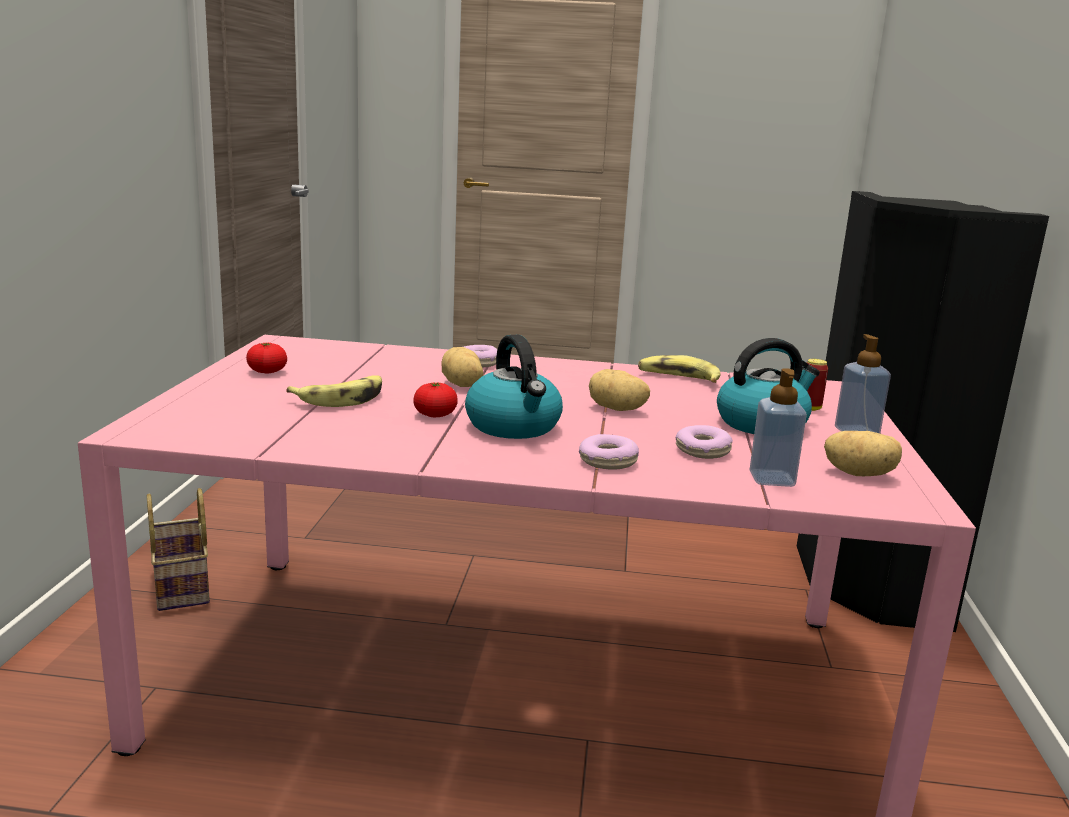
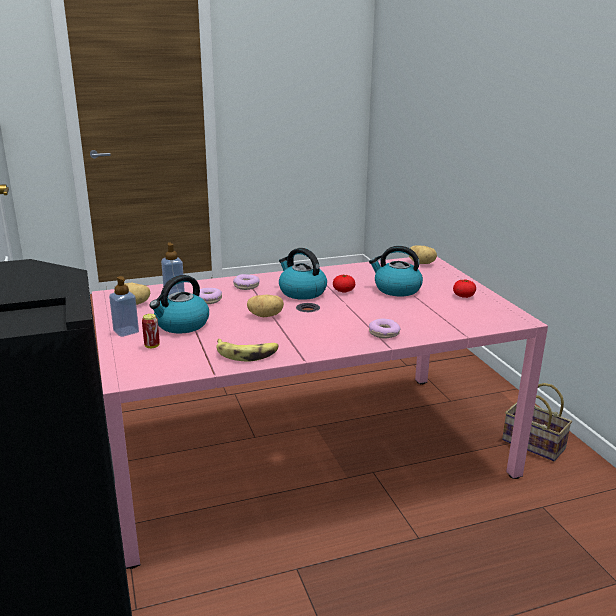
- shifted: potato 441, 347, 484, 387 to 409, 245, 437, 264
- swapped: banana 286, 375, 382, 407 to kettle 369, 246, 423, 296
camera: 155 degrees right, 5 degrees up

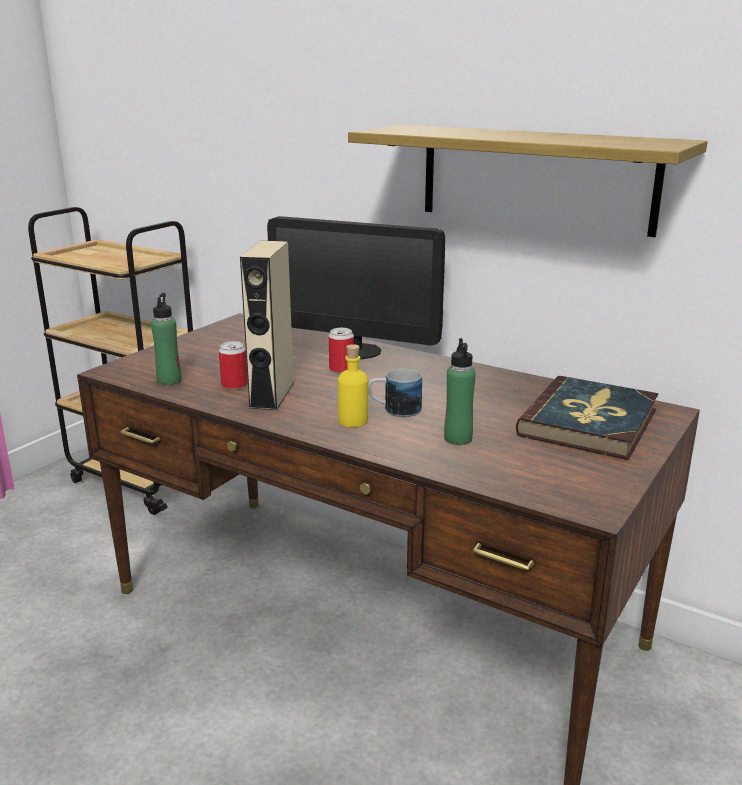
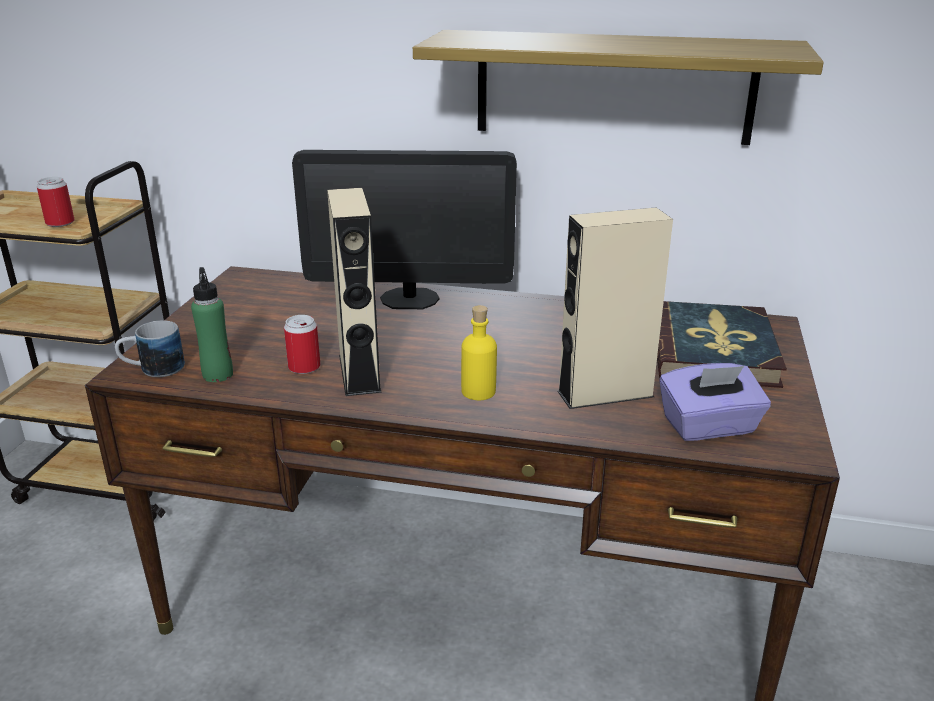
- shifted: can 329, 328, 354, 373 to 37, 177, 75, 227
- swapped: green bottle 444, 338, 476, 445 to beige speaker 557, 208, 673, 409
- shifted: mug 368, 369, 422, 417 to 115, 320, 185, 377
- new: purple tissue box 659, 363, 771, 441
camera: 20 degrees left, 5 degrees up

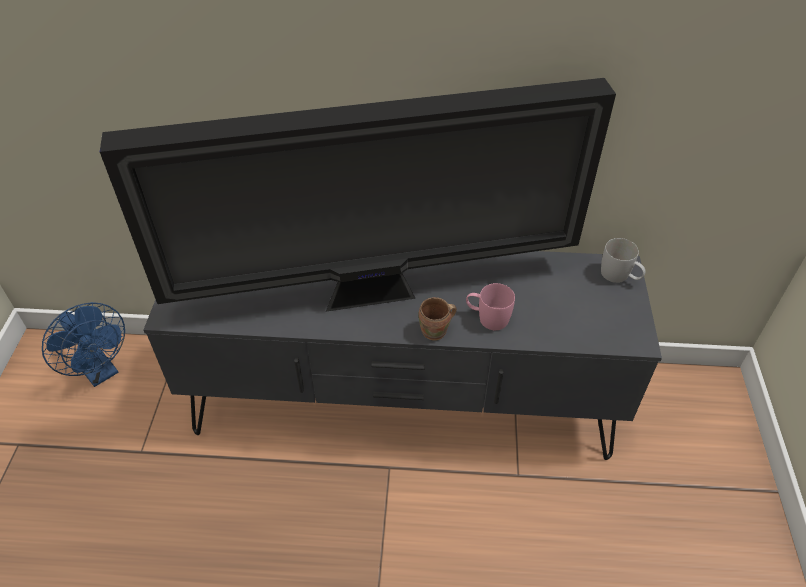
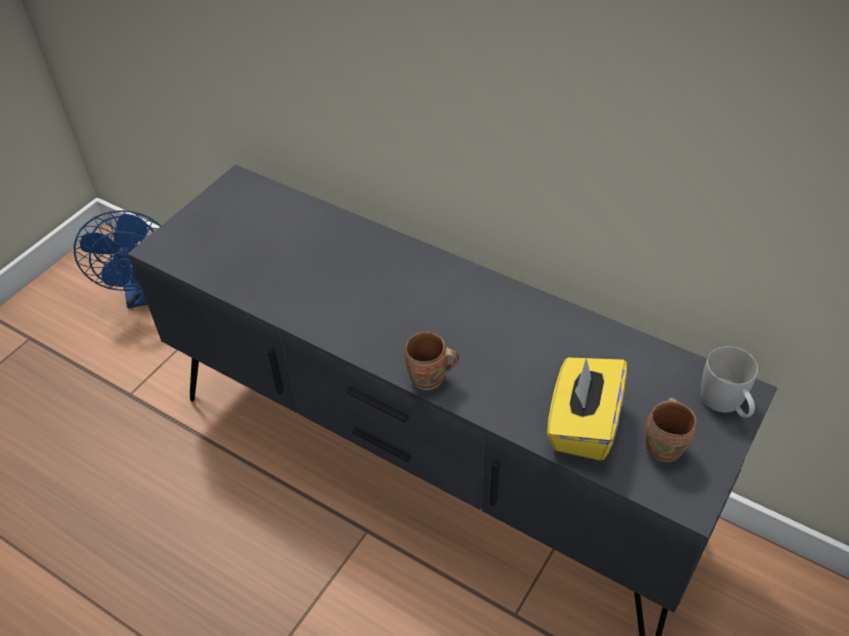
- gone: television 100, 78, 616, 311
- gone: pink mug 466, 283, 515, 330
- new: yellow tissue box 547, 358, 627, 461
- new: brown mug 645, 398, 697, 462
camera: 30 degrees right, 0 degrees up

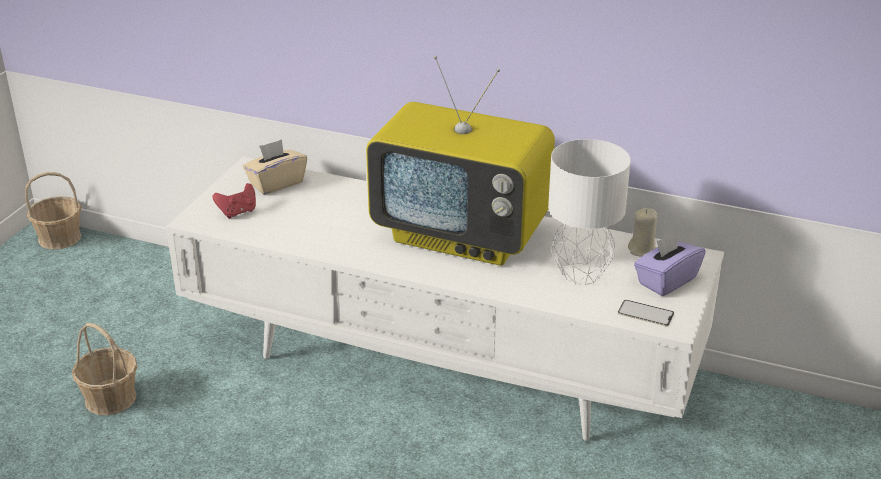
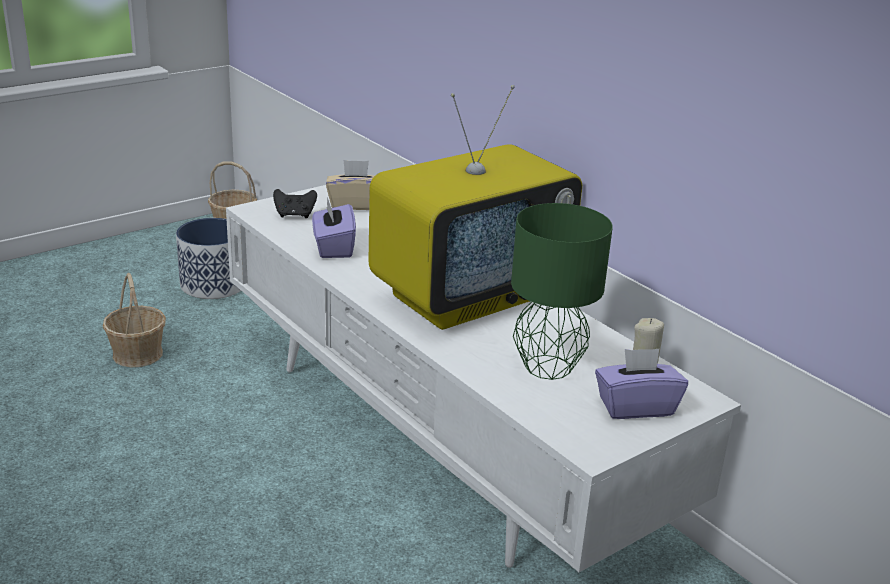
- rotated: television 366, 56, 555, 266 = 369, 85, 582, 330 90 degrees counterclockwise
- repainted: white table lamp 548, 139, 631, 285 to green table lamp 511, 203, 613, 380
- repainted: red game controller 213, 183, 256, 219 to black game controller 273, 189, 317, 218
- gone: phone 618, 300, 674, 326
- new: purple tissue box 312, 197, 356, 258
- new: planter 176, 218, 241, 299
camera: 30 degrees right, 5 degrees down

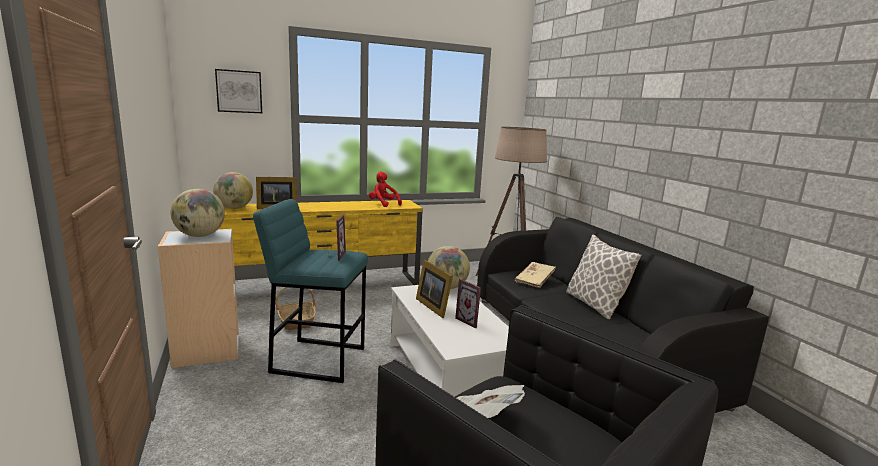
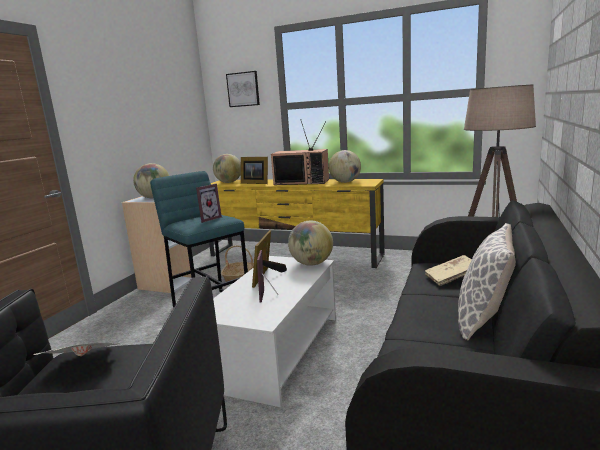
- swapped: red plush toy 369, 171, 402, 207 to globe 329, 150, 361, 183
- new: television 271, 119, 329, 185
camera: 45 degrees right, 0 degrees up

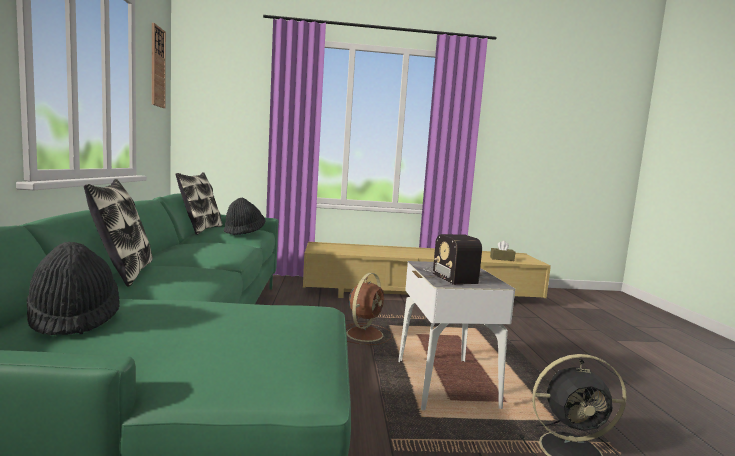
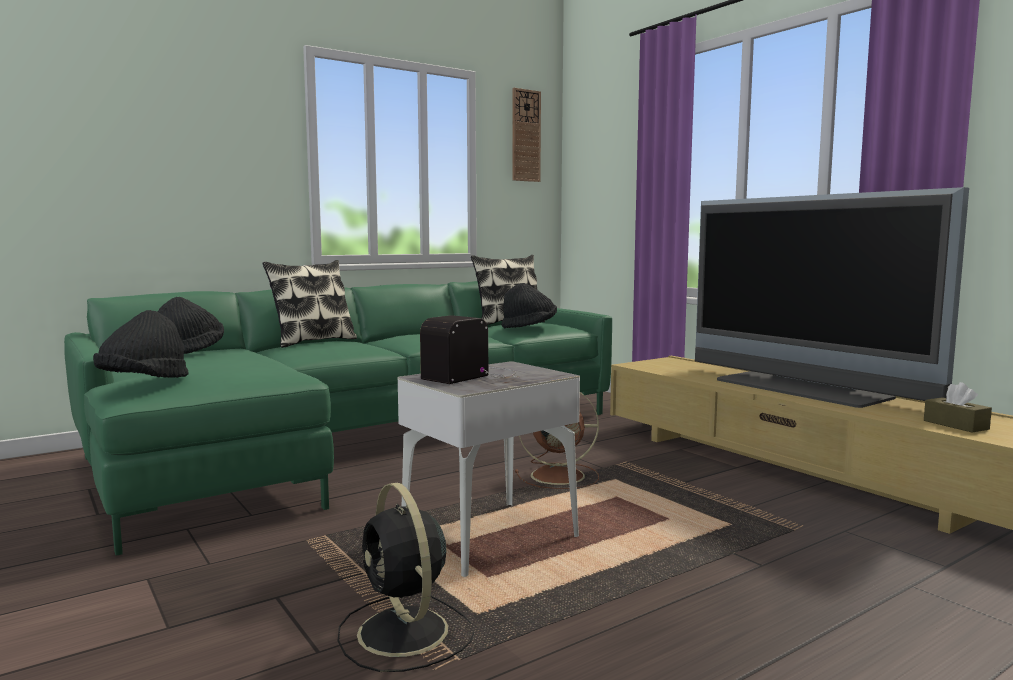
- new: television 695, 187, 969, 408
- new: black hat 93, 310, 189, 378
camera: 60 degrees right, 0 degrees up

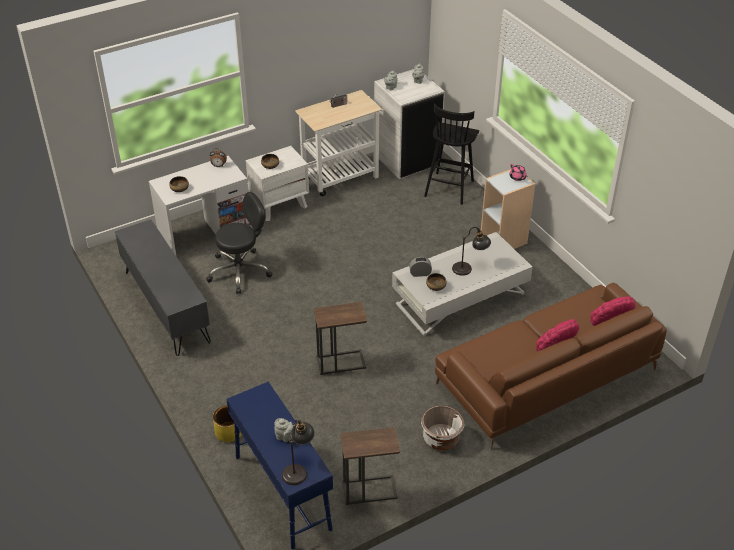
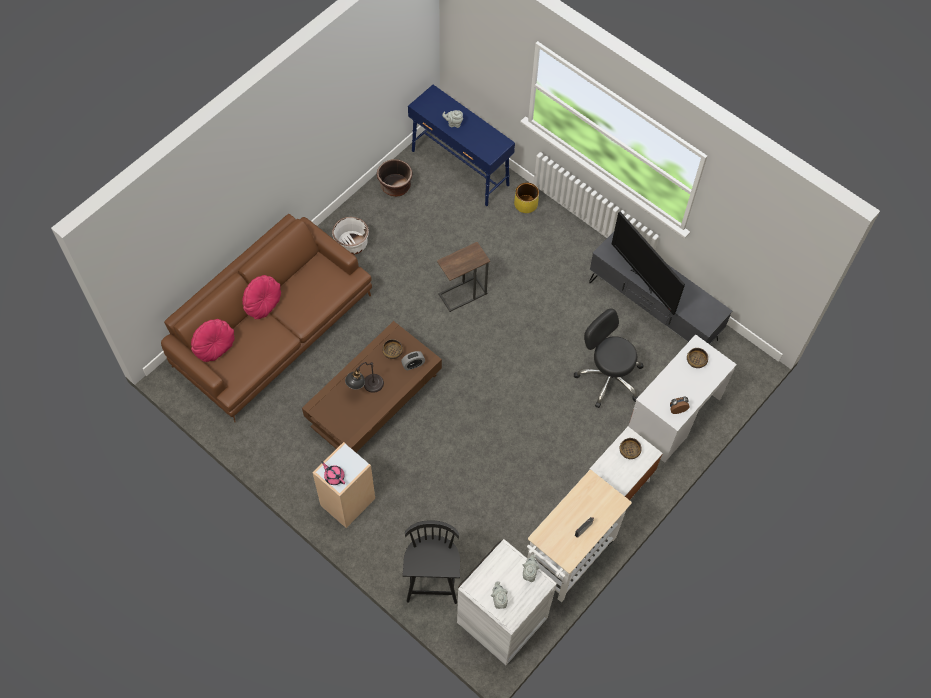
- rotated: black office chair 206, 192, 273, 294 = 574, 309, 644, 408 90 degrees clockwise
- repainted: white coffee table 392, 232, 533, 336 to brown coffee table 302, 321, 442, 452
- gone: grey table lamp 282, 420, 315, 485
- swapped: brown side table 340, 427, 400, 505 to brown planter 377, 159, 412, 197
- new: television 612, 212, 685, 315
camera: 160 degrees right, 20 degrees up

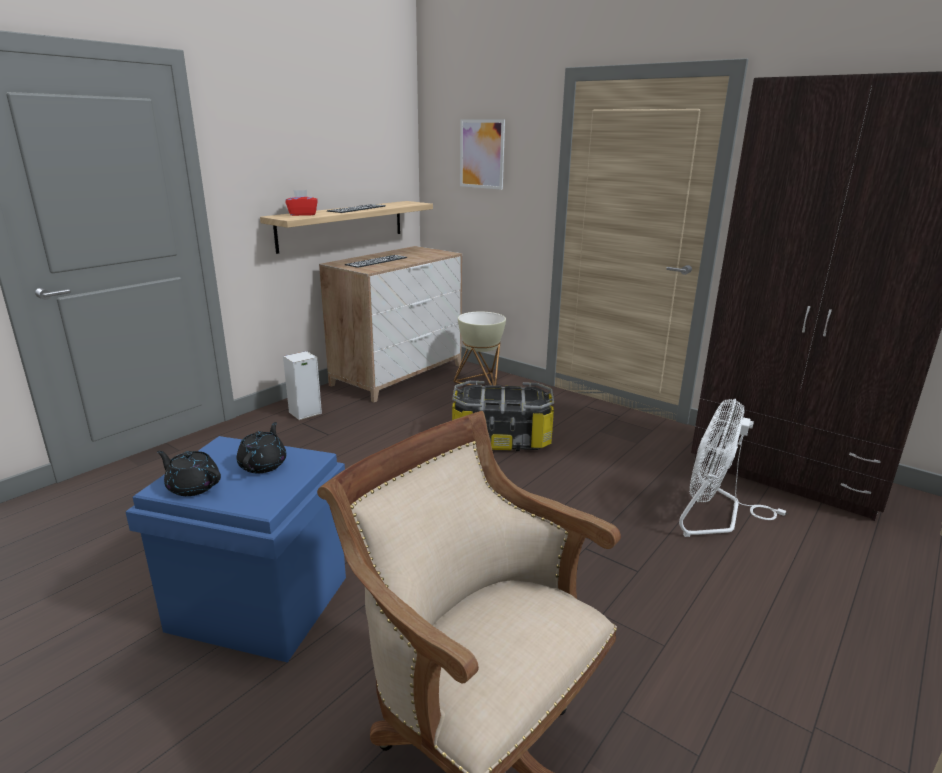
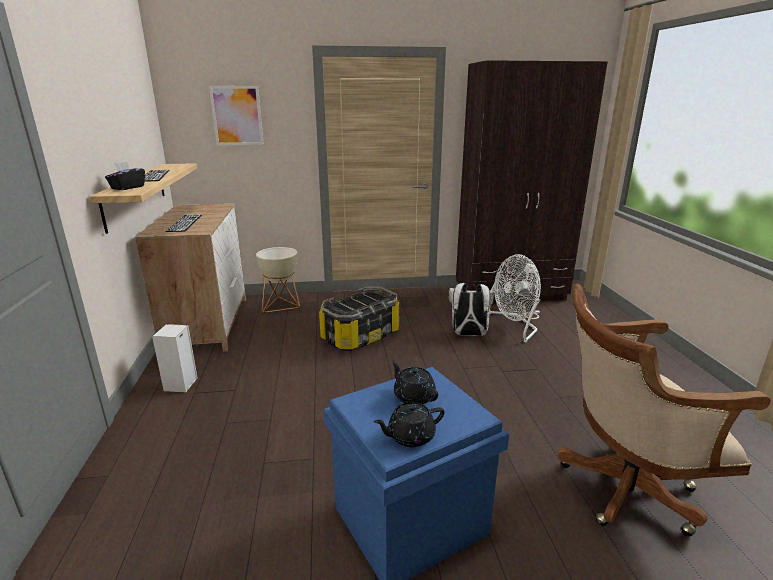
- repainted: red tissue box 285, 190, 318, 216 to black tissue box 105, 162, 145, 190
- new: white backpack 449, 283, 494, 336
camera: 45 degrees left, 0 degrees up

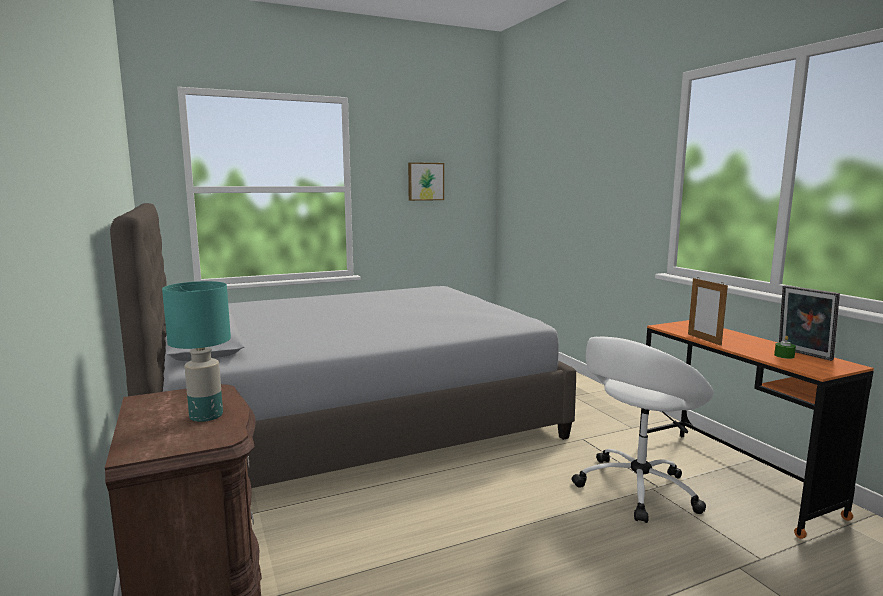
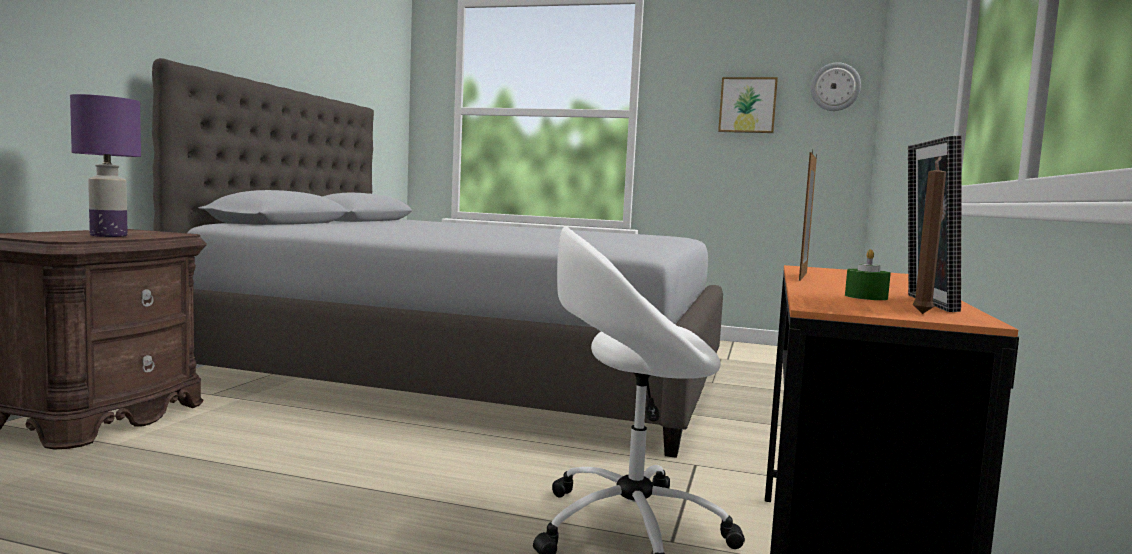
- repainted: turquoise table lamp 162, 281, 231, 422 to purple table lamp 70, 94, 141, 237
- new: wall clock 811, 62, 861, 111
- new: brown candle 913, 156, 946, 314
camera: 40 degrees right, 5 degrees down

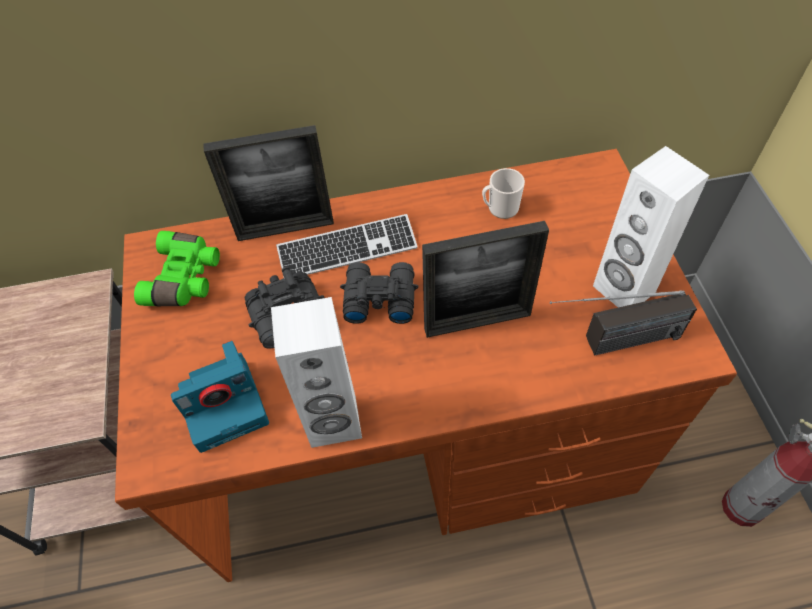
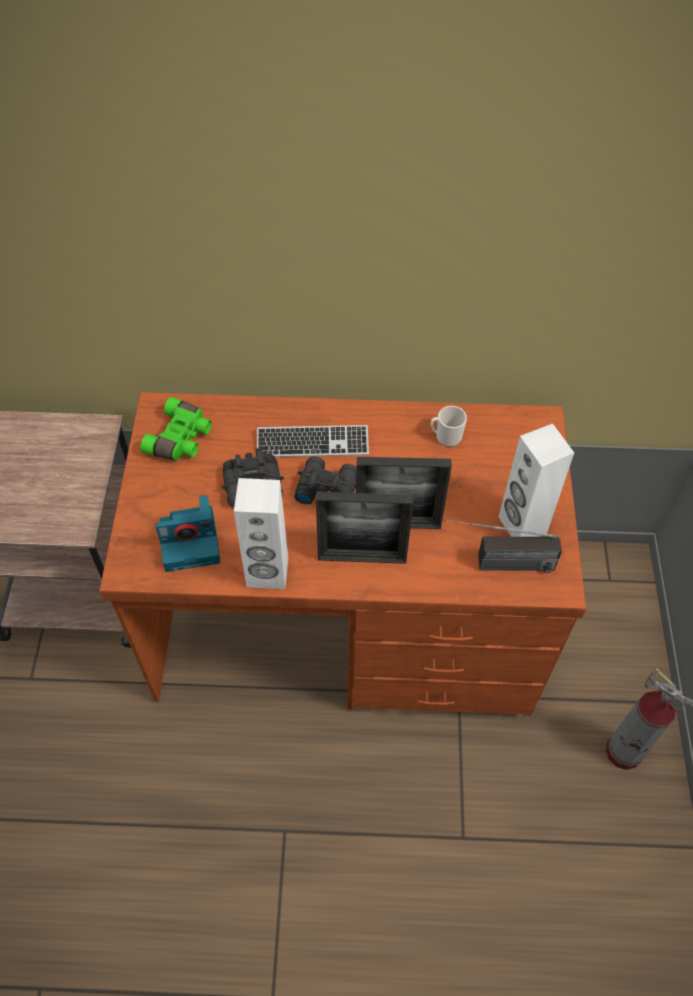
- shifted: picture frame 203, 125, 334, 241 to 316, 492, 413, 564
camera: 10 degrees right, 0 degrees up

